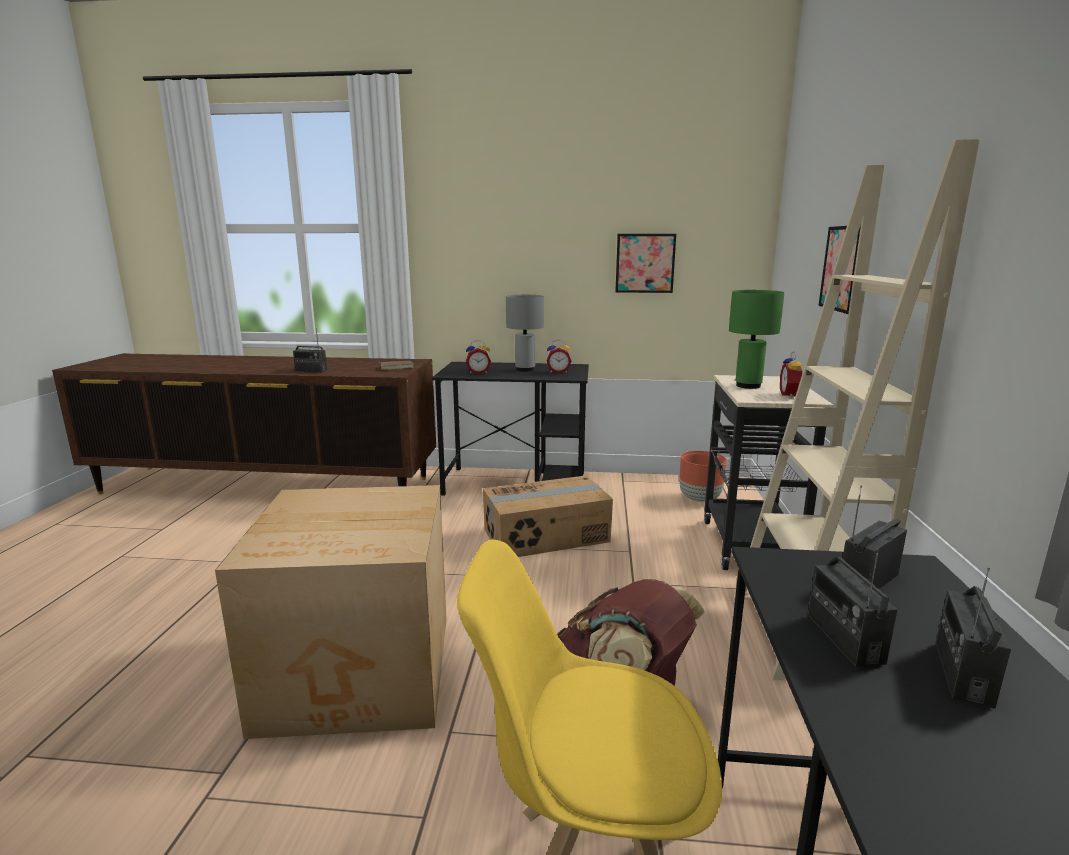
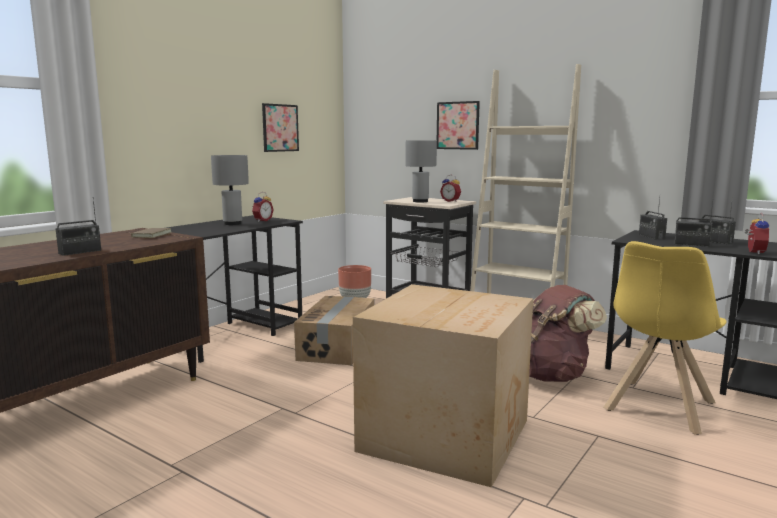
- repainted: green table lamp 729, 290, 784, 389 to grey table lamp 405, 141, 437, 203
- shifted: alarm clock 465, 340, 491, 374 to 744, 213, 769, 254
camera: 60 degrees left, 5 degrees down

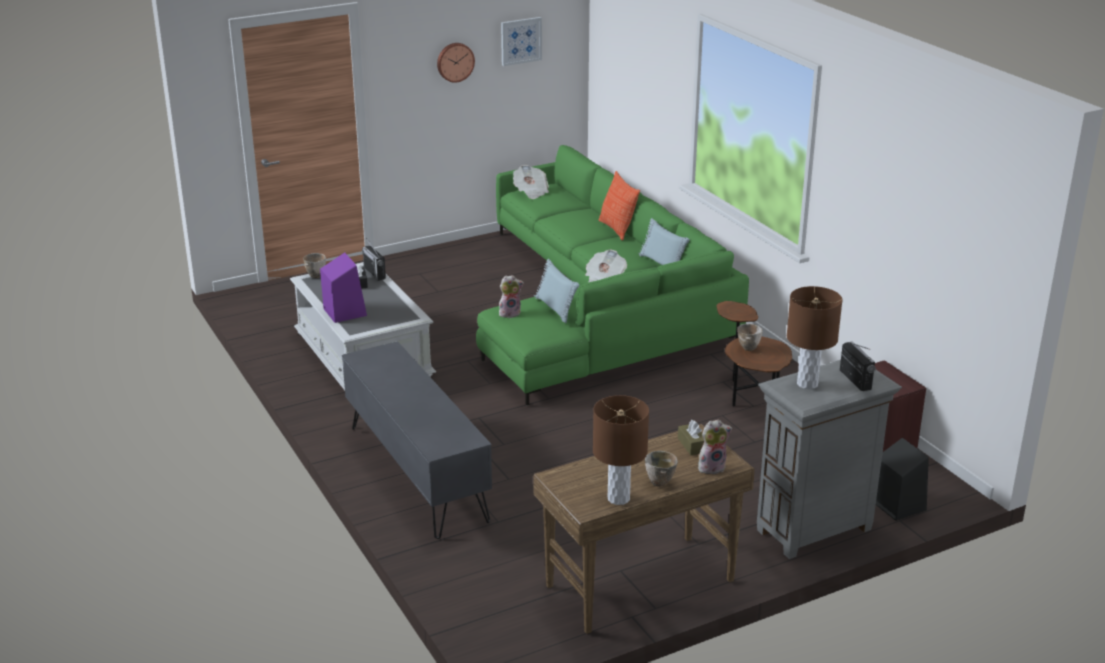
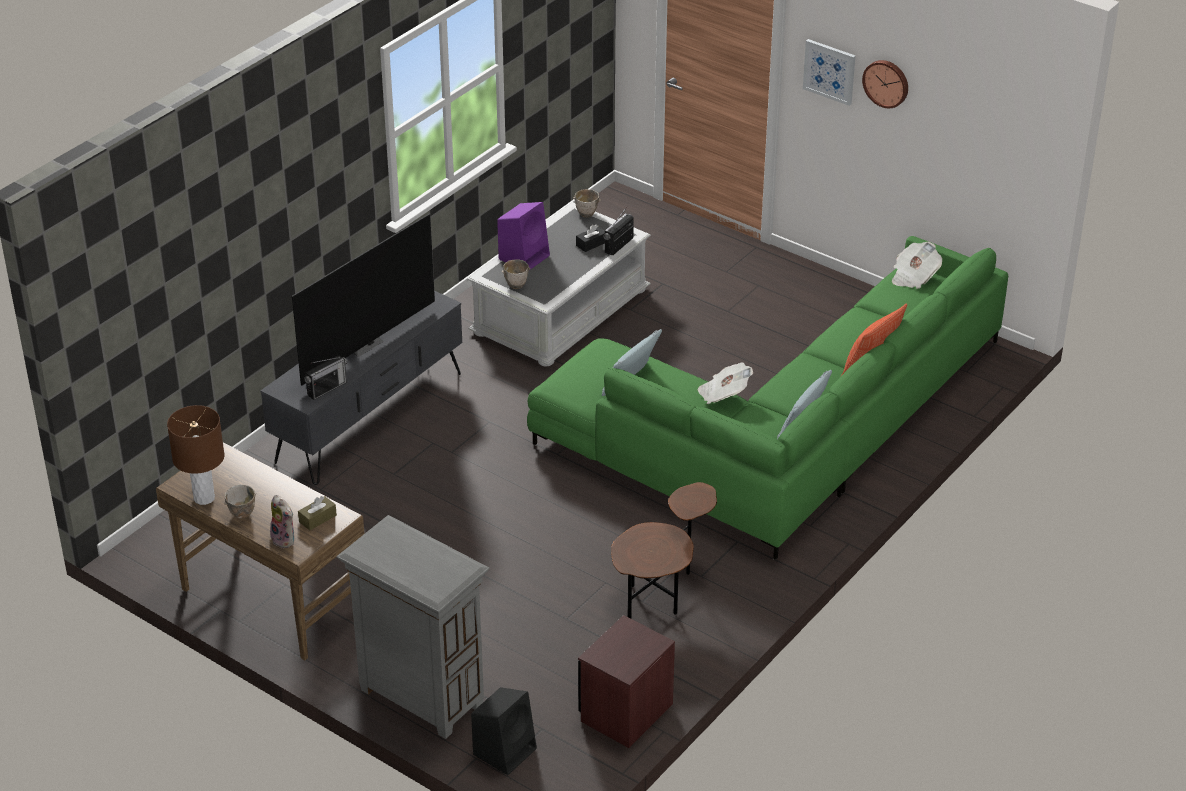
- shifted: picture 501, 17, 542, 66 to 803, 39, 855, 106
- gone: plush toy 499, 275, 524, 318
- gone: brown table lamp 787, 286, 843, 389
- shifted: bowl 737, 324, 763, 351 to 502, 259, 531, 289
- shifted: radio 840, 342, 876, 391 to 304, 356, 347, 400
- new: television 292, 214, 435, 385
camera: 65 degrees right, 10 degrees up

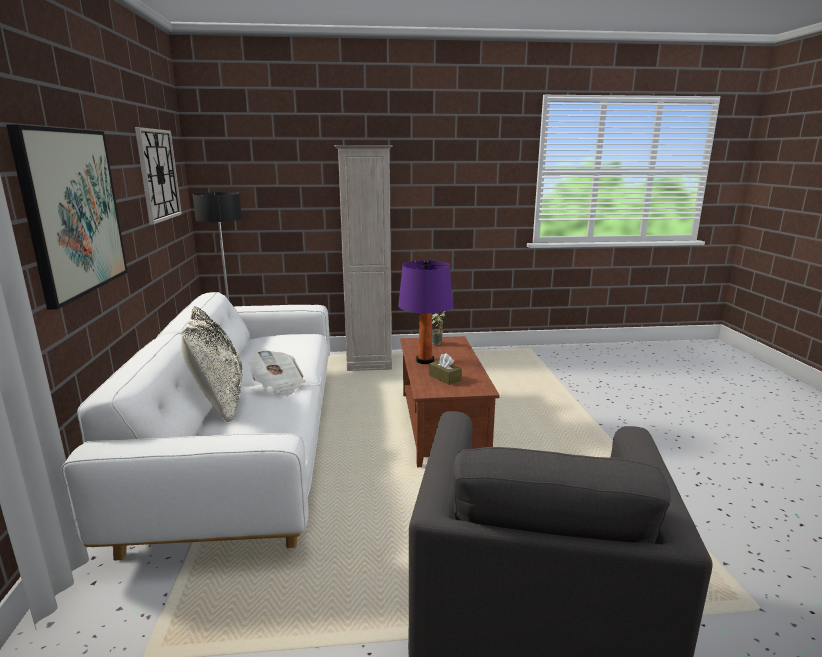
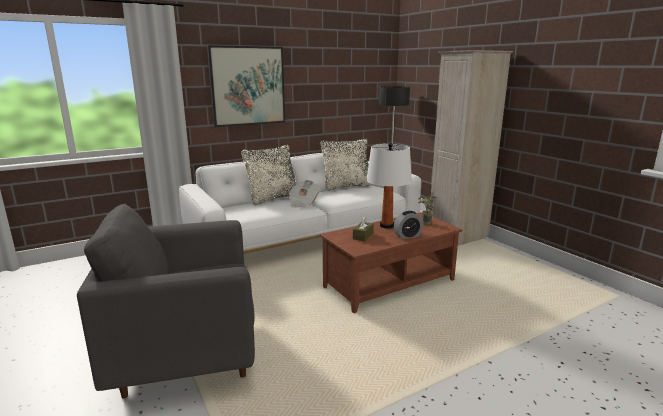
- gone: wall clock 135, 127, 182, 224
- repainted: purple table lamp 398, 260, 453, 364 to white table lamp 366, 143, 412, 228
- new: beige pillow 321, 139, 371, 191
- new: alarm clock 394, 211, 423, 239
camera: 65 degrees right, 0 degrees up

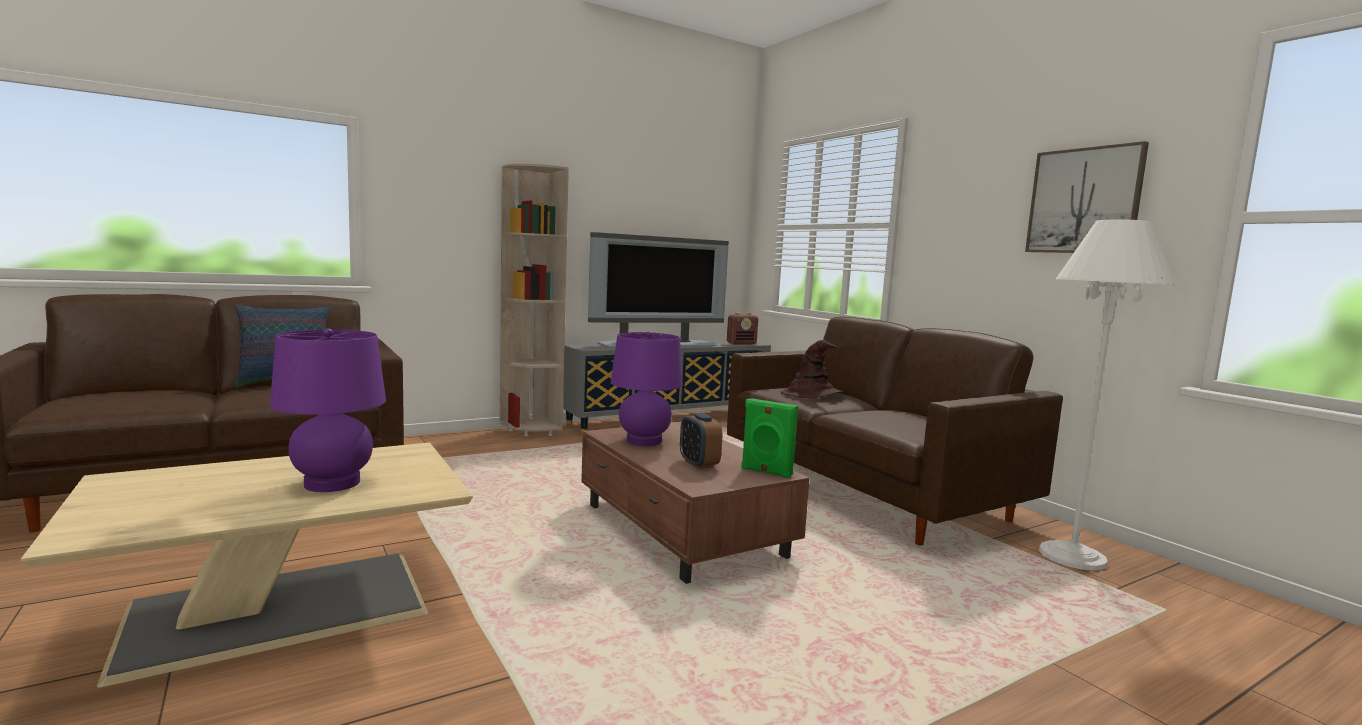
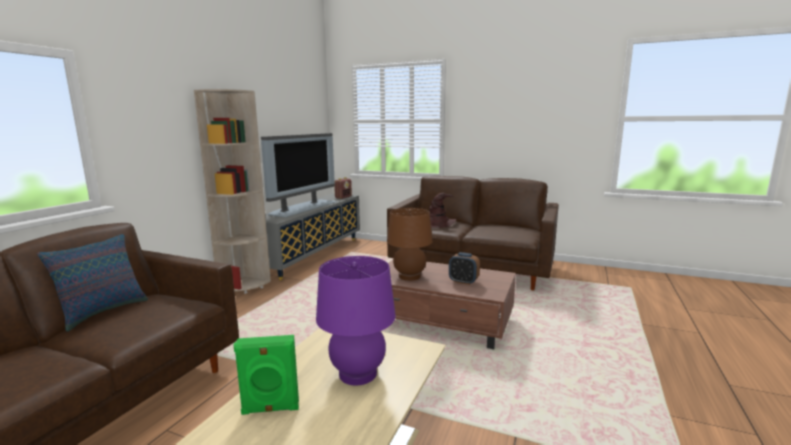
- gone: picture 1025, 141, 1149, 253
- gone: white floor lamp 1039, 219, 1175, 570
- repainted: purple table lamp 611, 331, 683, 446 to brown table lamp 387, 208, 432, 281
- shifted: green speaker 741, 398, 798, 478 to 234, 335, 299, 415
camera: 35 degrees left, 5 degrees up

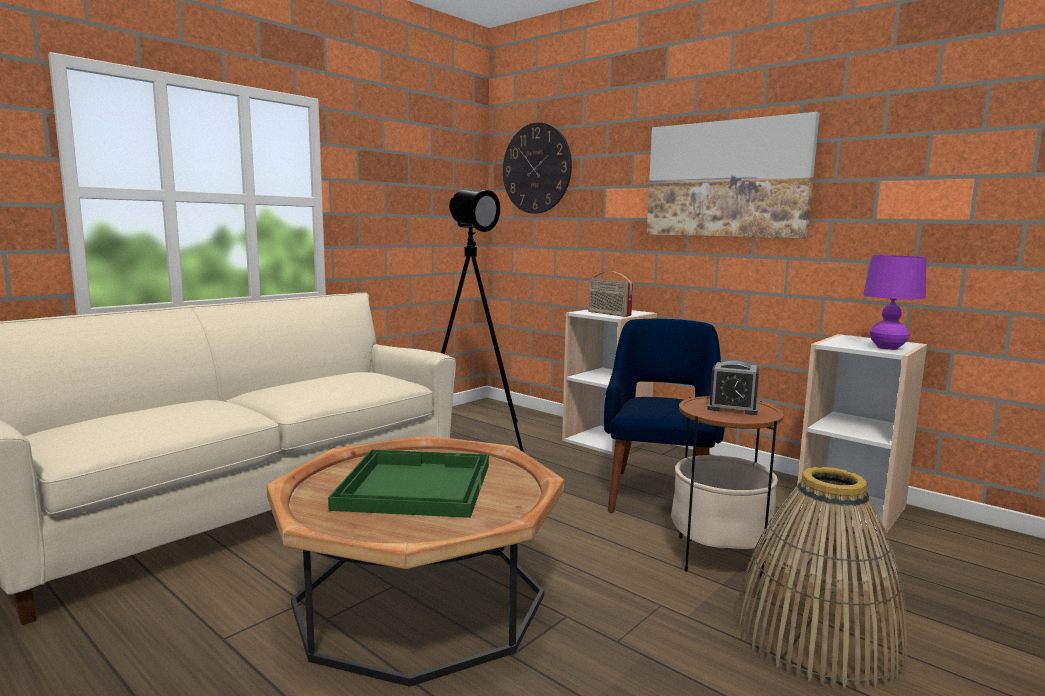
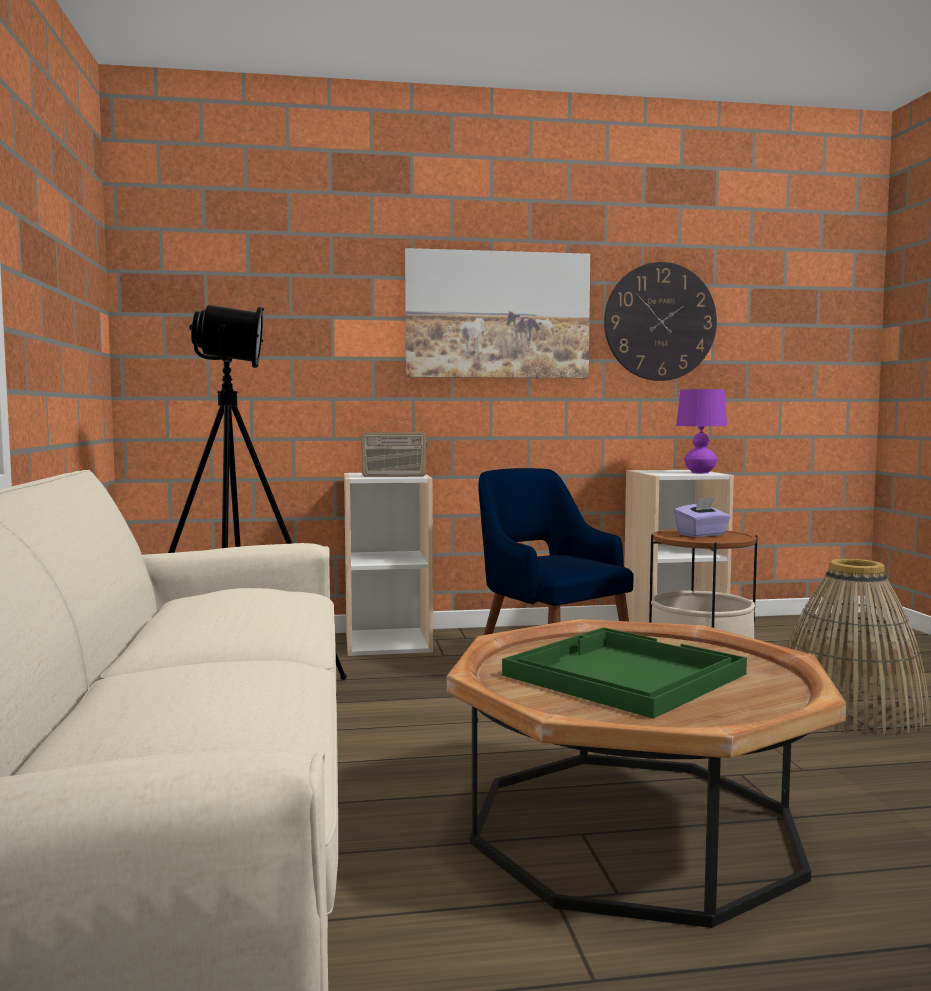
- shifted: wall clock 503, 122, 572, 214 to 604, 262, 717, 381
- swapped: alarm clock 707, 361, 759, 415 to purple tissue box 674, 497, 730, 537
camera: 50 degrees left, 5 degrees down

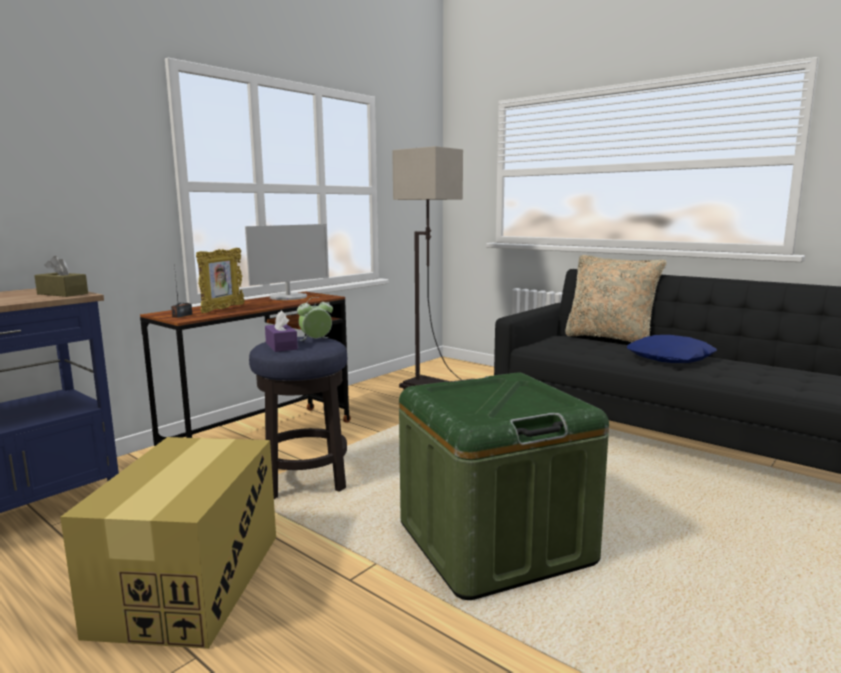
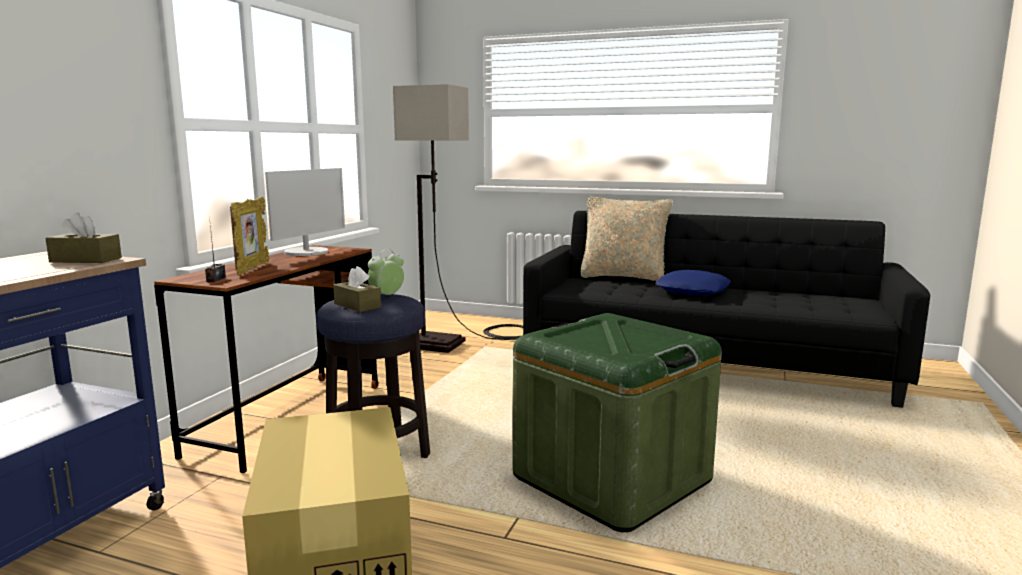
- repainted: purple tissue box 265, 311, 298, 352 to brown tissue box 333, 266, 381, 312
camera: 20 degrees left, 0 degrees up

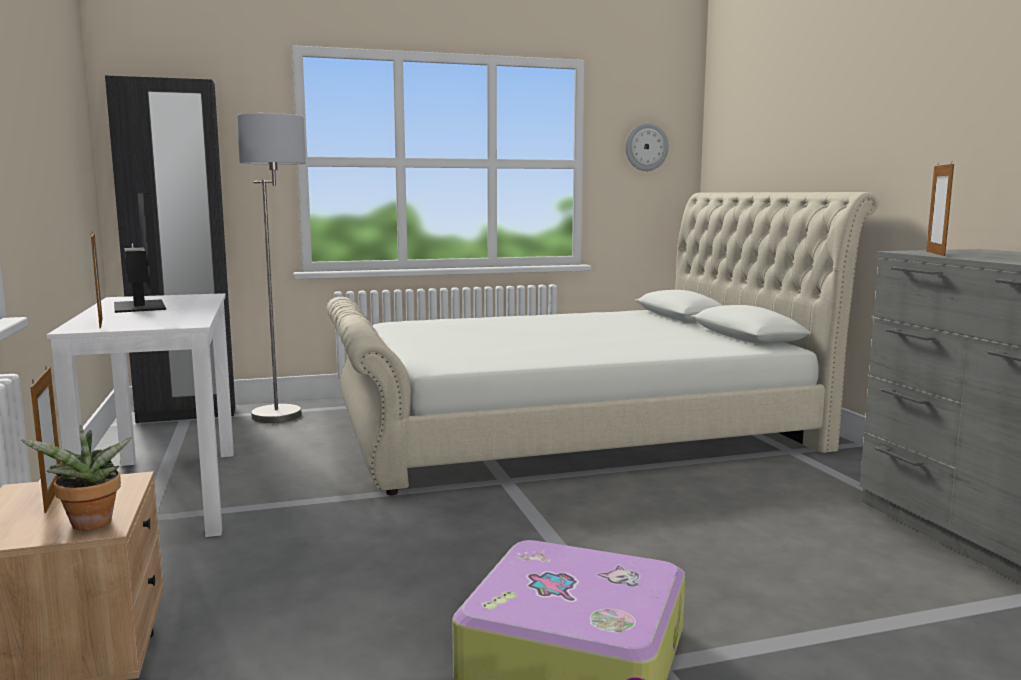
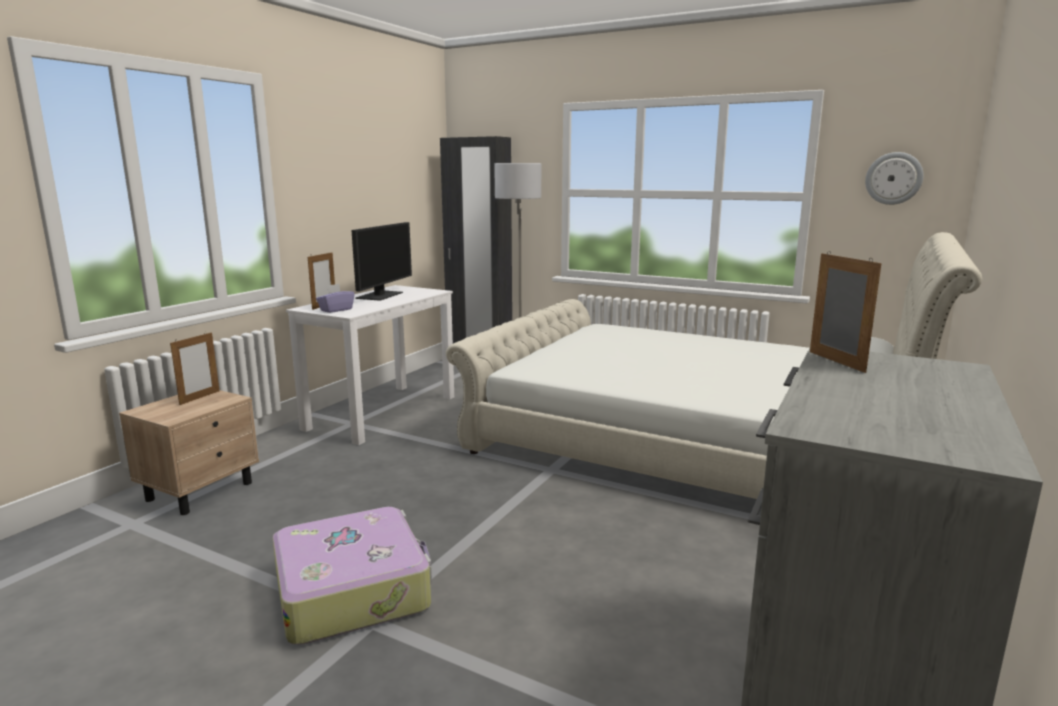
- rotated: picture frame 926, 161, 954, 256 = 810, 251, 882, 373 105 degrees clockwise
- gone: potted plant 21, 425, 132, 530
- new: purple tissue box 316, 284, 354, 313
camera: 45 degrees right, 5 degrees up

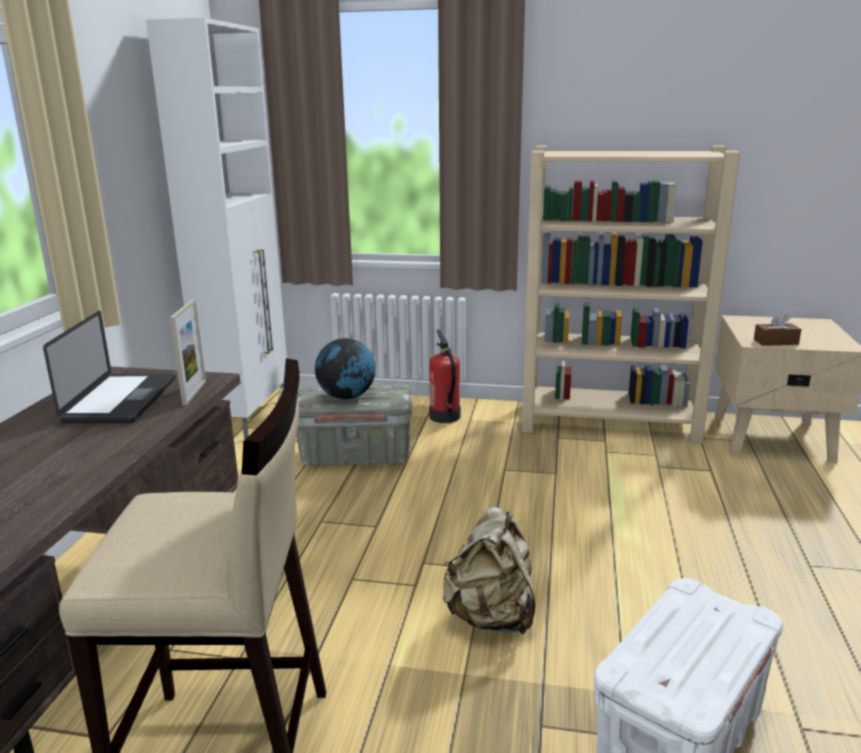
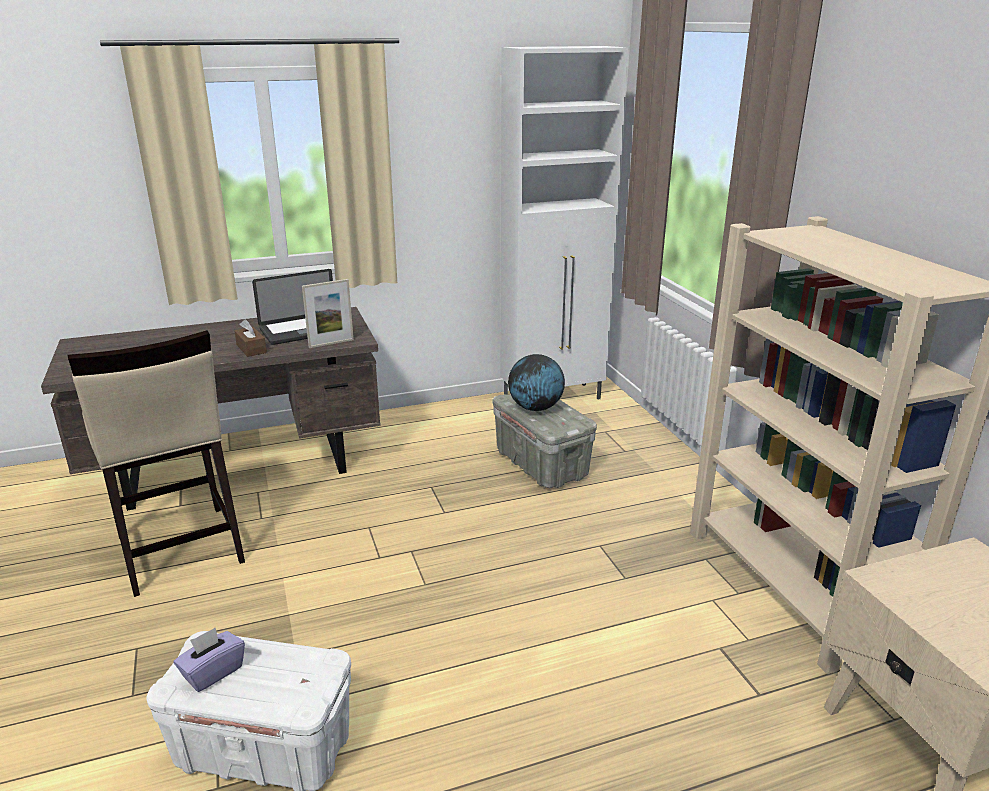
- shifted: brown tissue box 754, 312, 801, 346 to 235, 319, 267, 357
- gone: fire extinguisher 429, 329, 461, 423
- gone: beige backpack 443, 507, 536, 635
- new: purple tissue box 174, 628, 245, 692
camera: 60 degrees right, 5 degrees up

